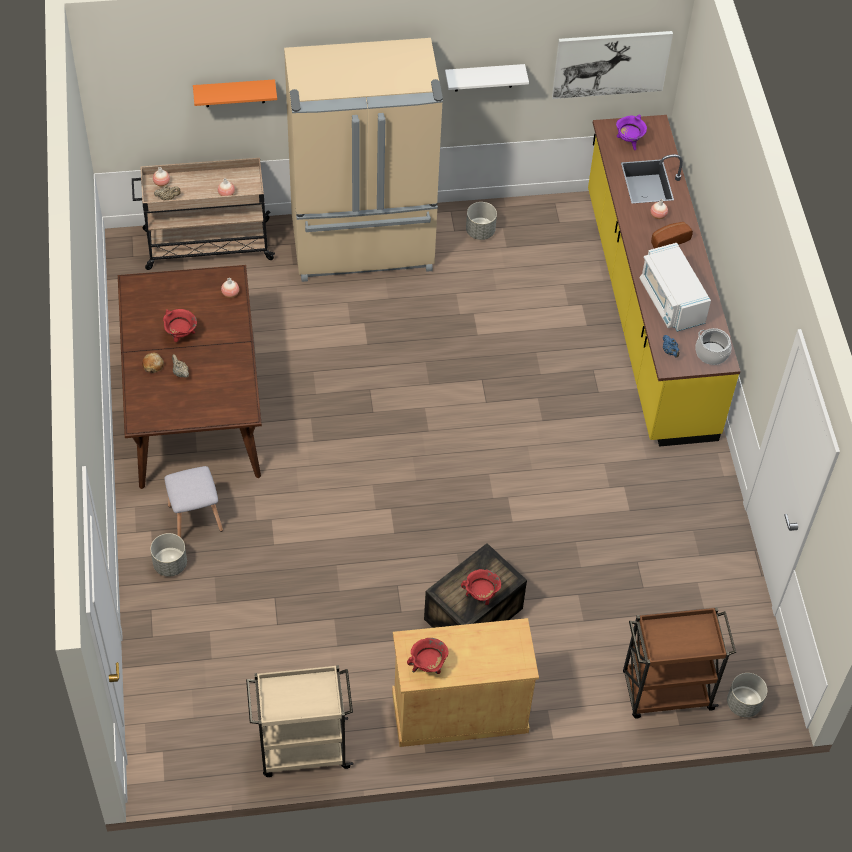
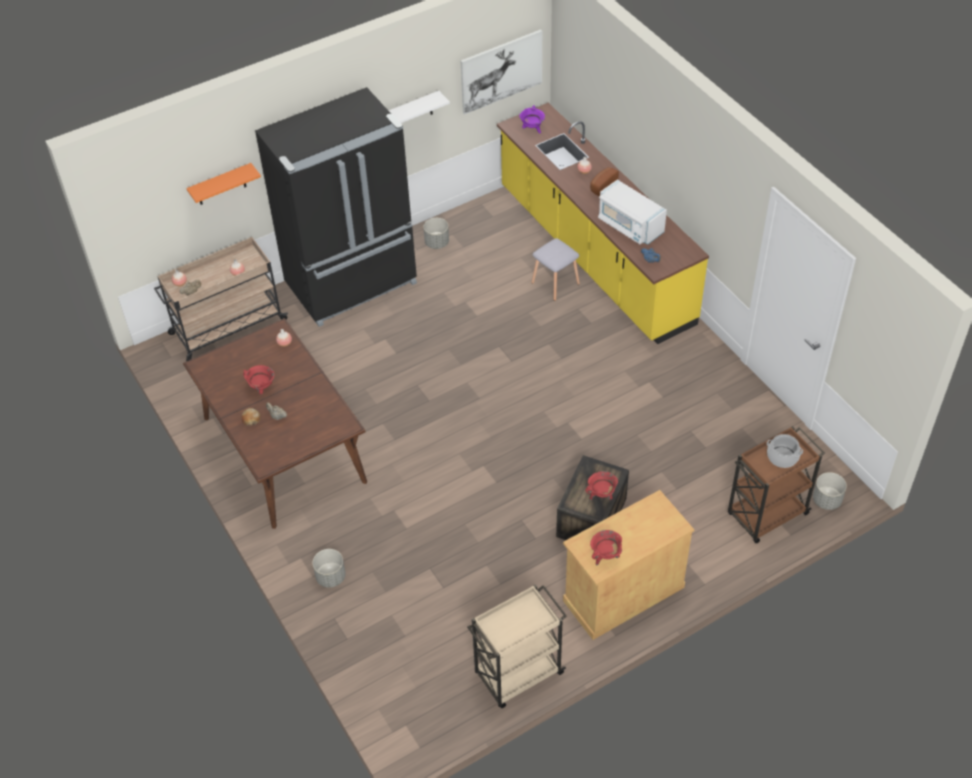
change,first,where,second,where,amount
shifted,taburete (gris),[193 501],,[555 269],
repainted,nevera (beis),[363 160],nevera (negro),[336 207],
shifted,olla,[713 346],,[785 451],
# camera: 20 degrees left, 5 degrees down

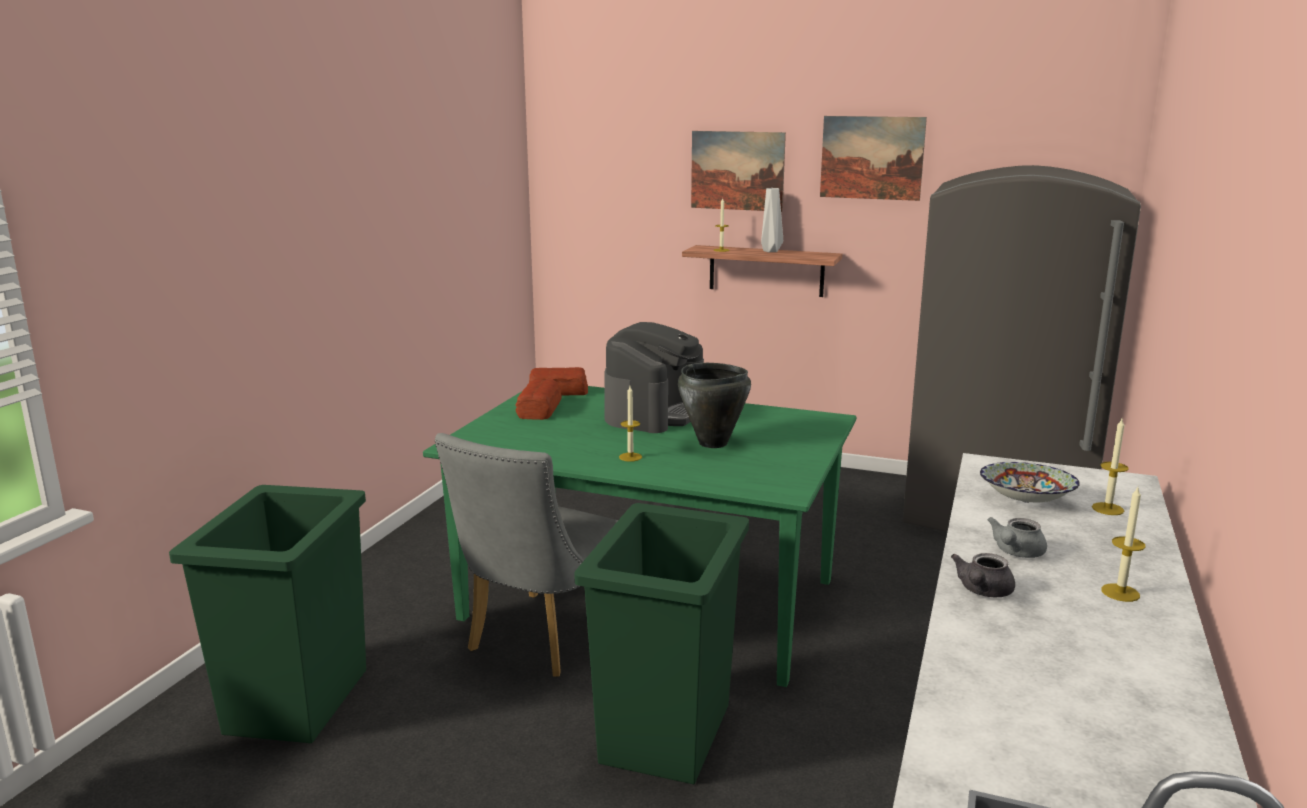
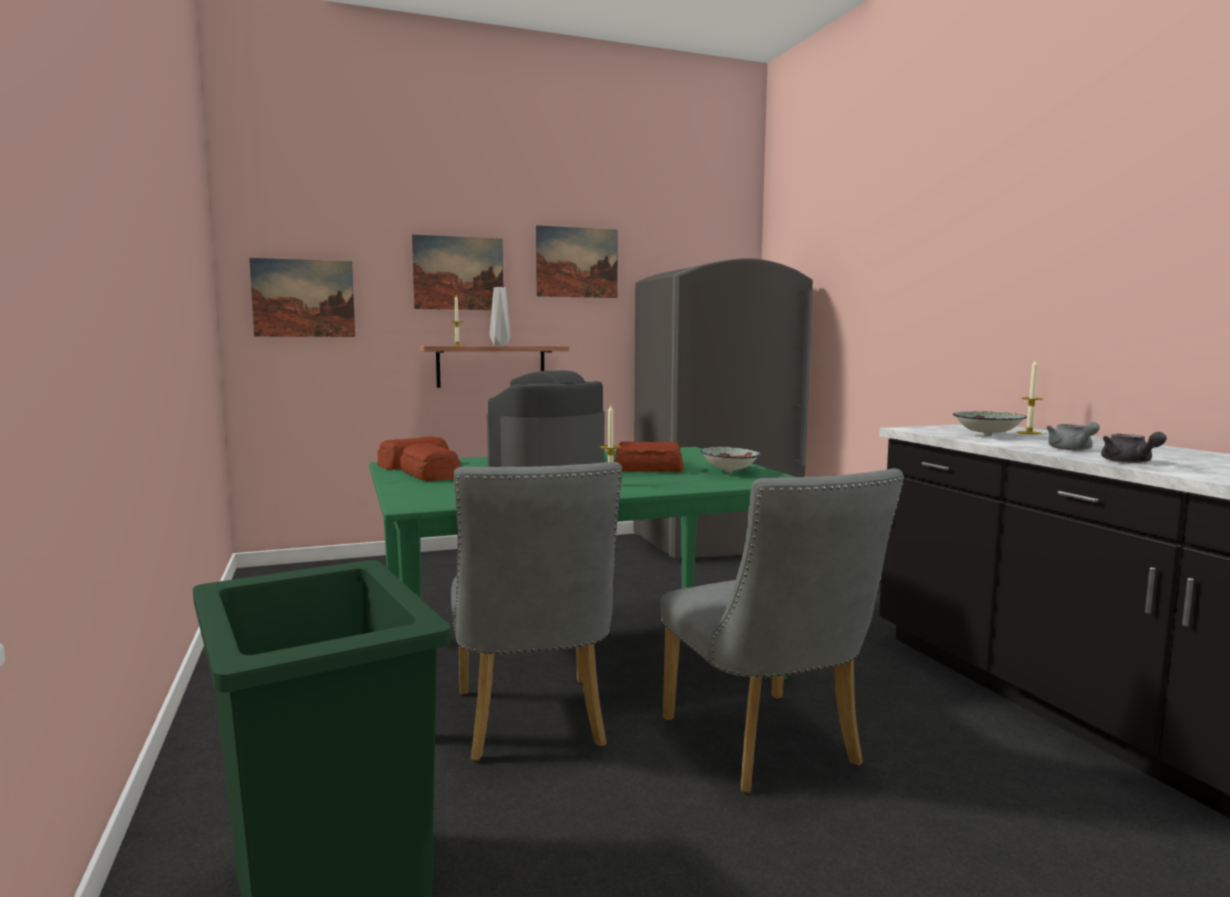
change,first,where,second,where,amount
swapped,papelera (verde),[661 643],silla (gris),[782 630],
rotated,cafetera,[654 377],,[546 418],120 degrees counterclockwise
swapped,olla (negro),[714 405],pan,[649 456],
gone,vela,[1123 544],,,
new,,,cuadro,[302 297],
new,,,cuenco,[730 459],
# camera: 40 degrees left, 10 degrees down

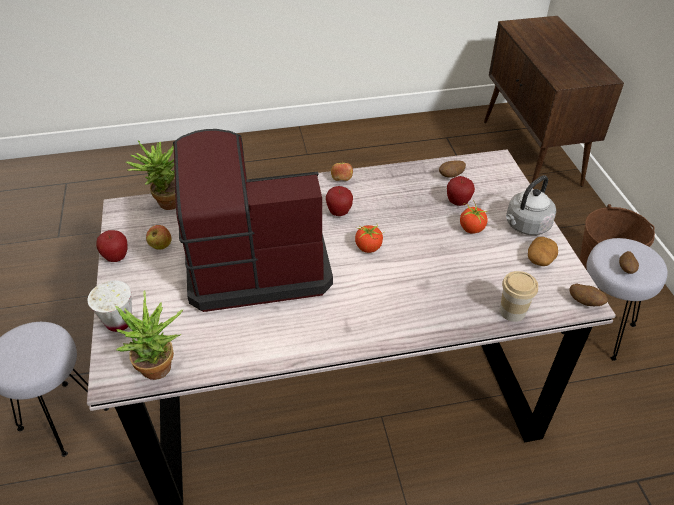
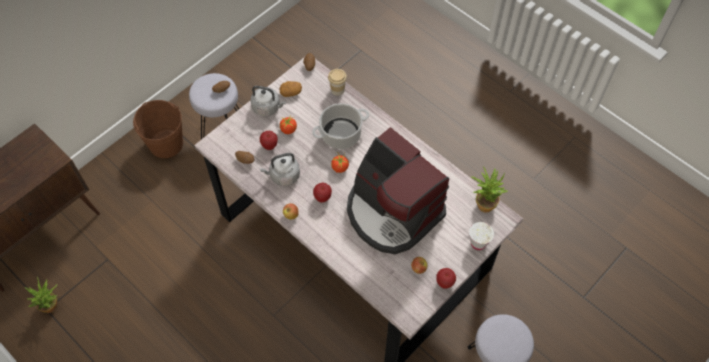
change,first,where,second,where,amount
shifted,planta en maceta,[151 175],,[41 295],
new,,,hervidor (gris),[280 169],
new,,,olla,[340 126],
# camera: 125 degrees left, 15 degrees up

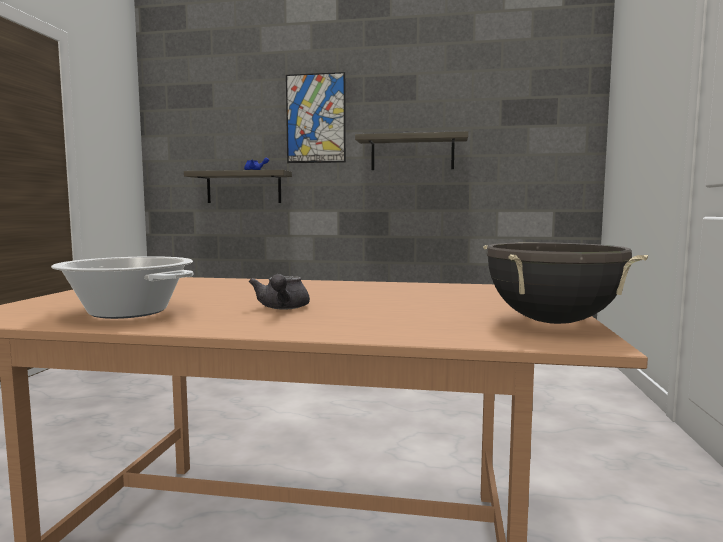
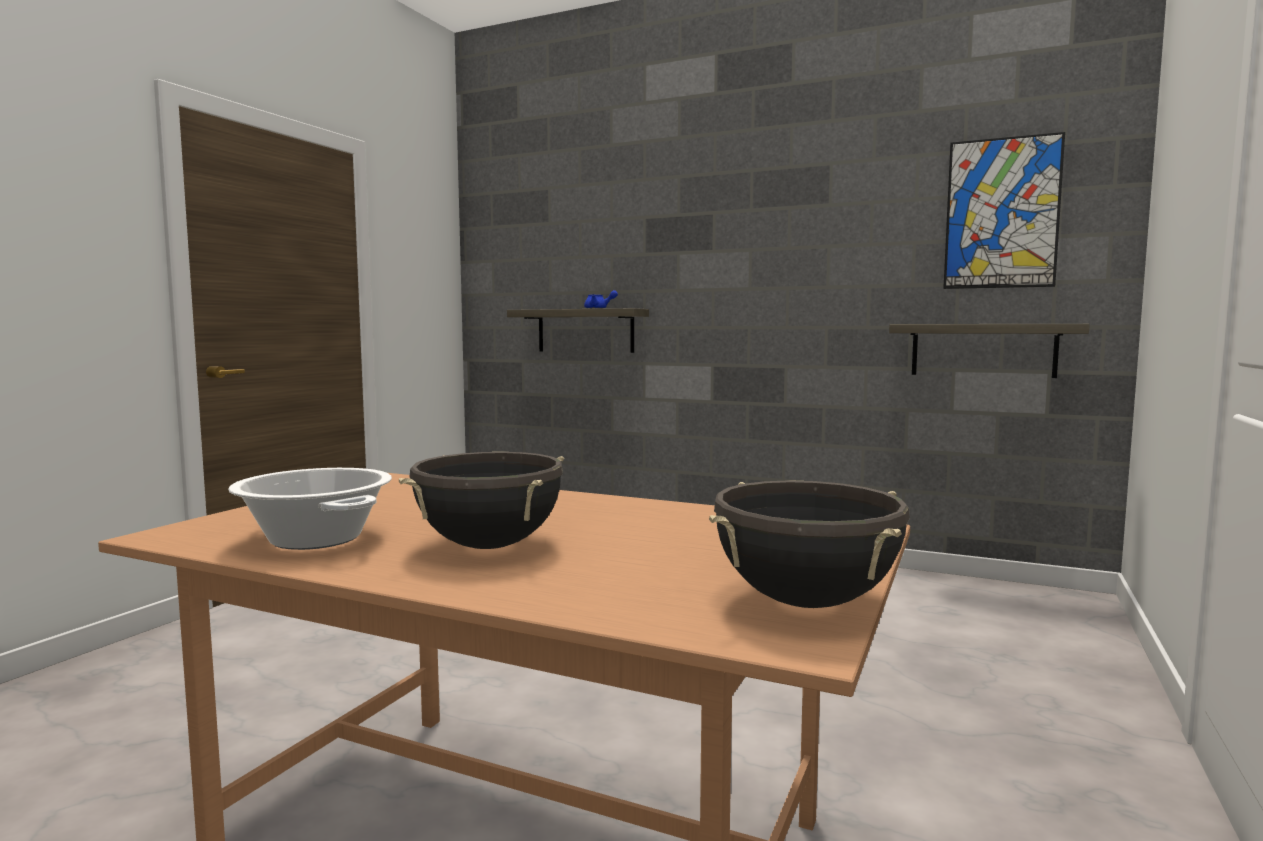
change,first,where,second,where,amount
swapped,tetera (gris),[279 292],olla (negro),[481 500],
shifted,cuadro,[316 117],,[1004 210],
shifted,estante,[411 150],,[989 351],
# camera: 15 degrees right, 0 degrees up

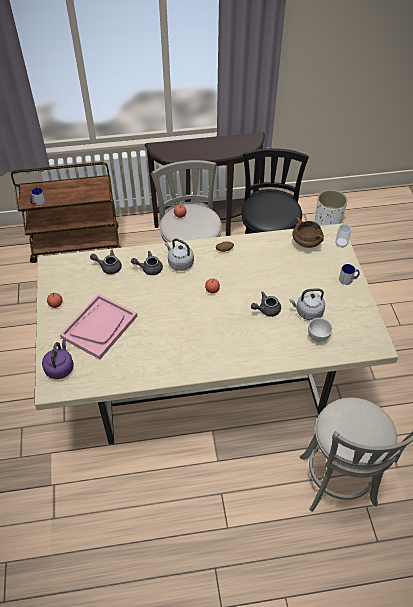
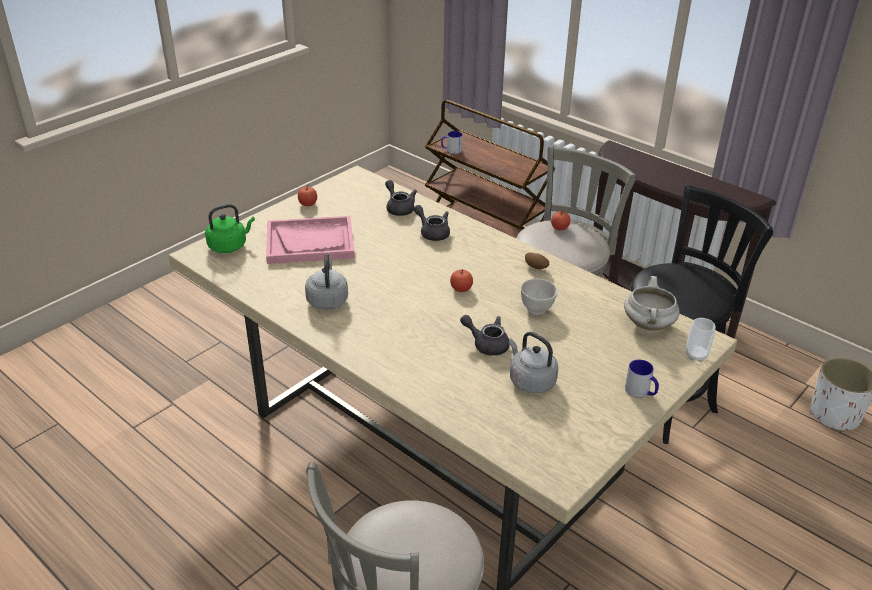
change,first,where,second,where,amount
repainted,hervidor (morado),[58 359],hervidor (verde),[230 228],
shifted,hervidor (gris),[179 254],,[326 282],
repainted,olla (marrón),[308 232],olla (blanco),[652 303],
shifted,cuenco (blanco),[320 330],,[539 297],
# camera: 50 degrees right, 15 degrees down

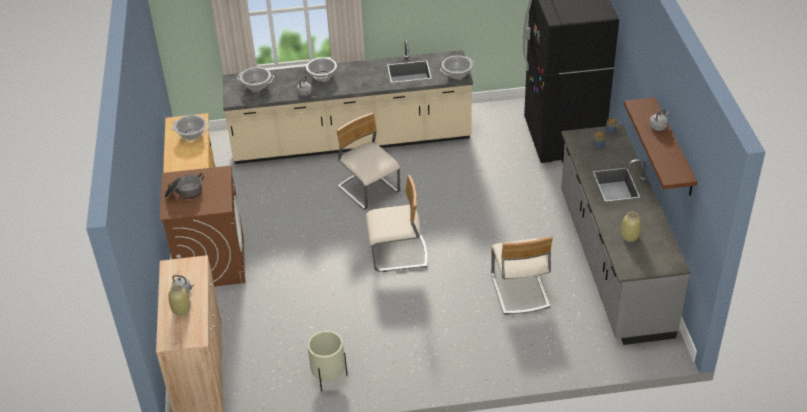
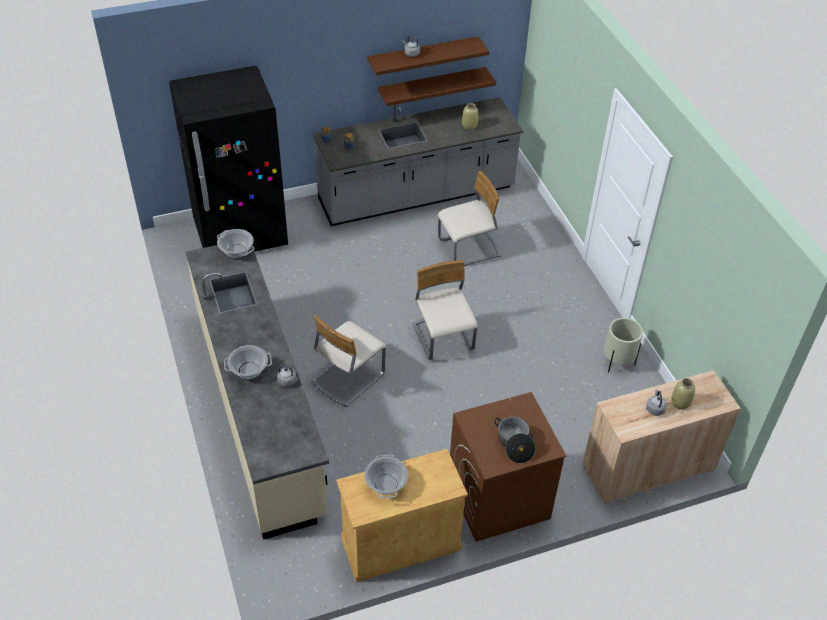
change,first,where,second,where,amount
gone,olla,[255 79],,,
new,,,estante (marrón),[437 86],
# camera: 105 degrees left, 5 degrees up

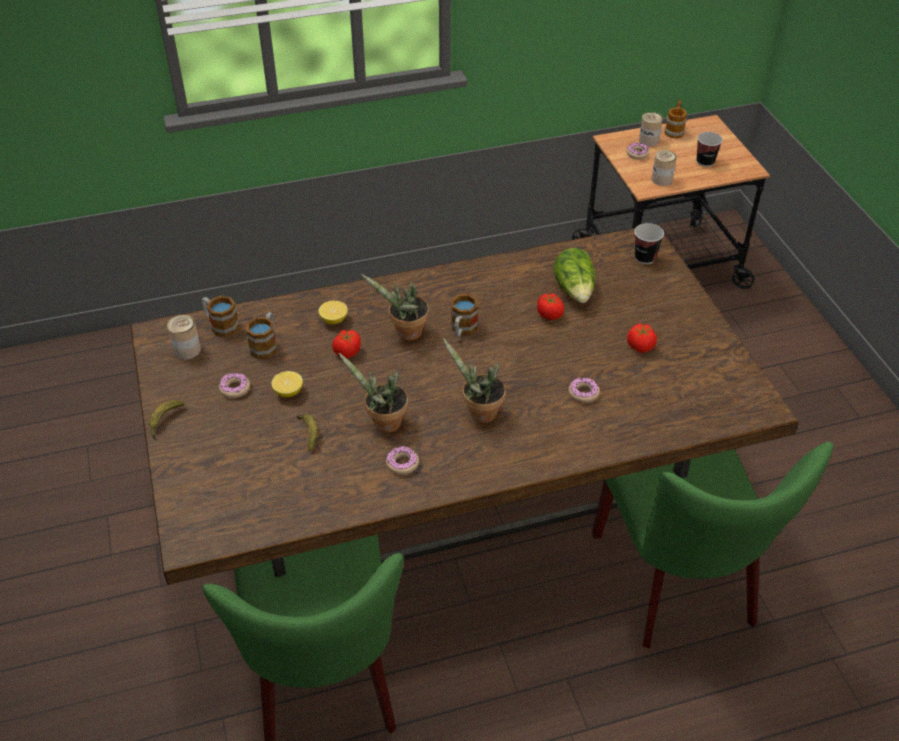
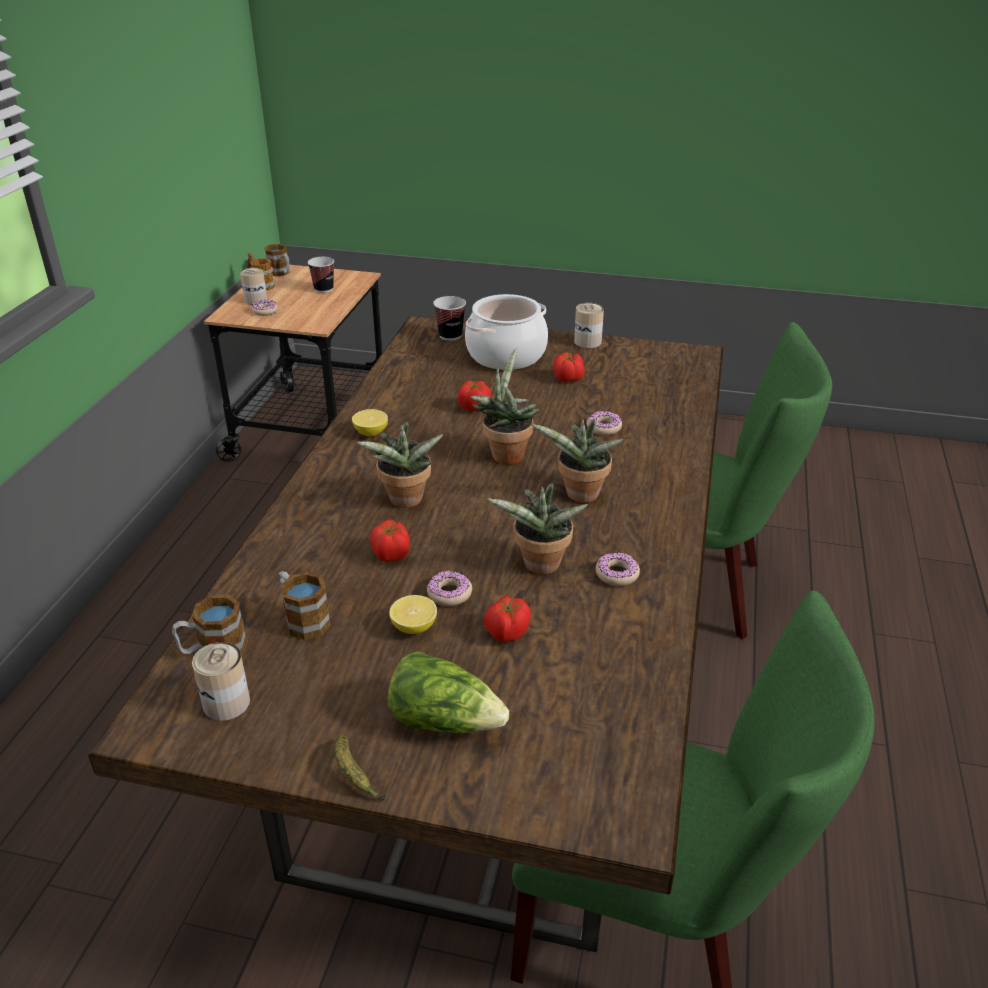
change,first,where,second,where,amount
shifted,rosquilla,[234 385],,[449 588],
swapped,plátano,[307 432],tomate,[507 618],
shifted,limón,[333 312],,[370 422],
shifted,taza grande,[464 315],,[277 260],
shifted,lechuga,[574 275],,[448 692],
shifted,lata,[664 168],,[589 325],
new,,,olla,[506 332],
new,,,planta en maceta,[505 406],
# camera: 60 degrees left, 10 degrees down

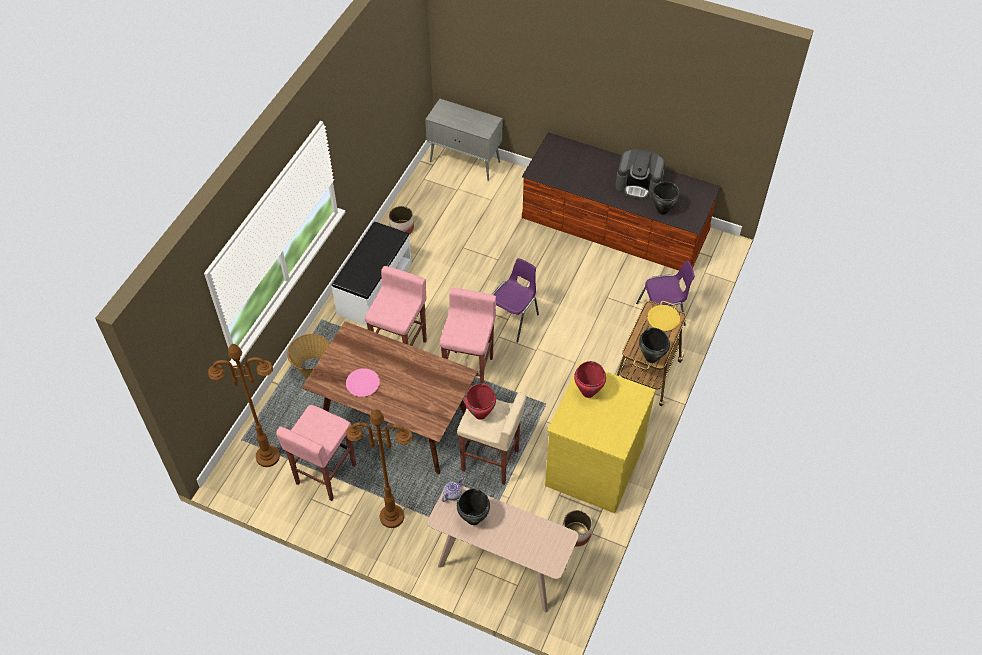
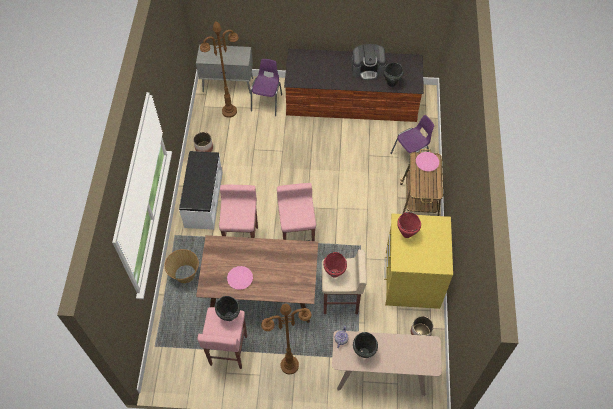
change,first,where,second,where,amount
shifted,lámpara de pie (marrón),[244 405],,[219 69],
shifted,silla (morado),[515 300],,[266 87],
shifted,olla (negro),[654 345],,[227 308],
repainted,plato (amarillo),[664 318],plato (rosa),[427 162],
# camera: 20 degrees left, 5 degrees up

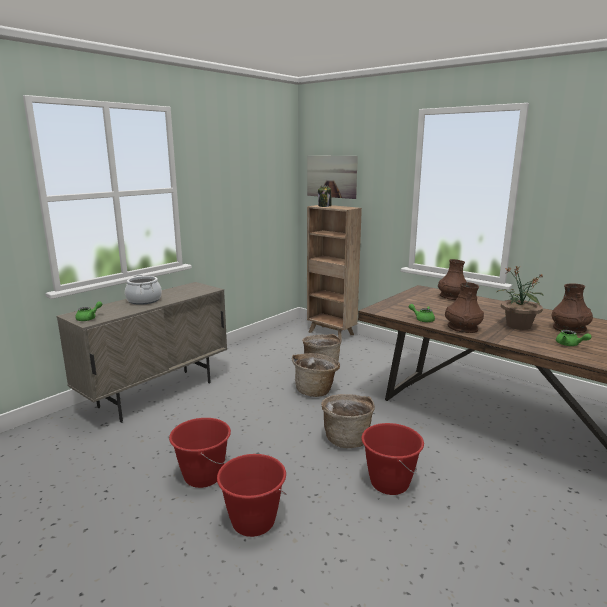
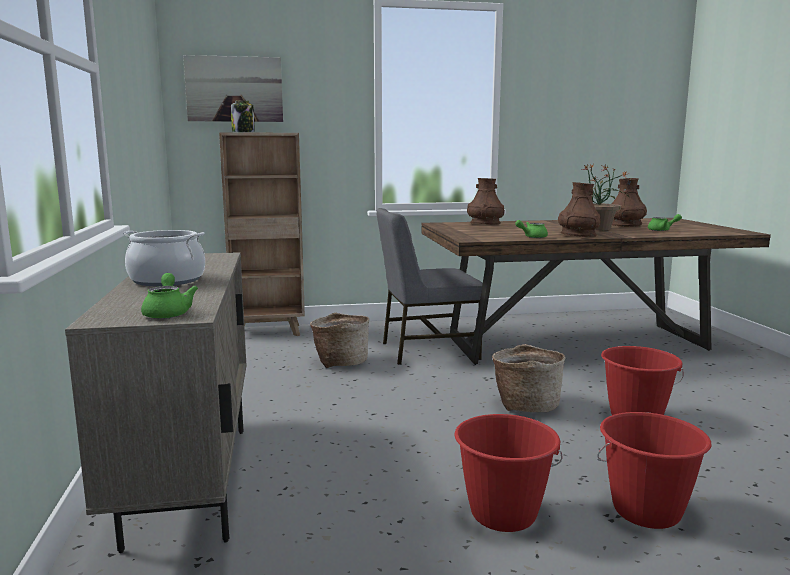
change,first,where,second,where,amount
gone,cesta,[316 375],,,
new,,,silla (gris),[429 286],
# camera: 50 degrees left, 5 degrees down

